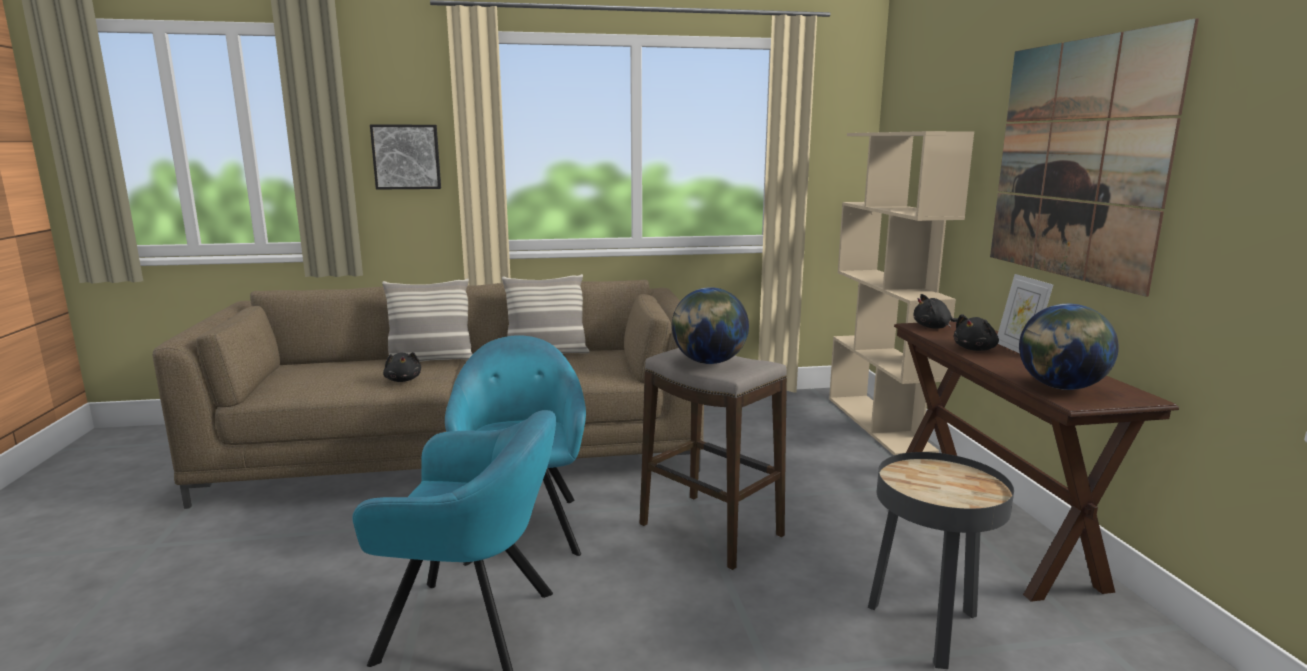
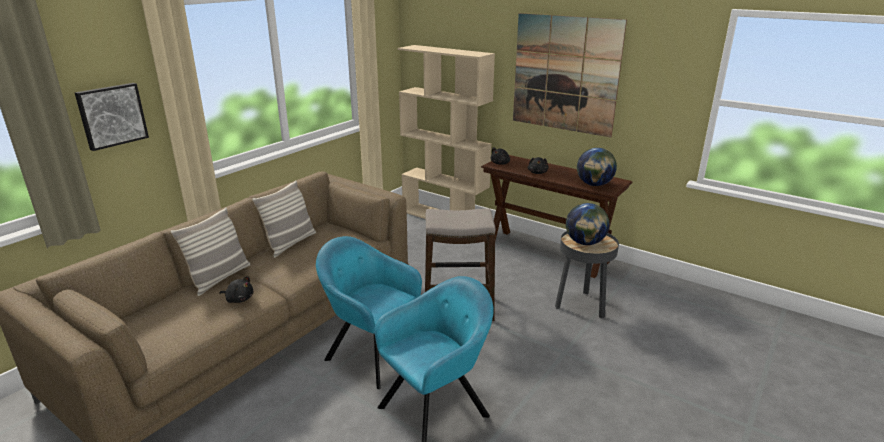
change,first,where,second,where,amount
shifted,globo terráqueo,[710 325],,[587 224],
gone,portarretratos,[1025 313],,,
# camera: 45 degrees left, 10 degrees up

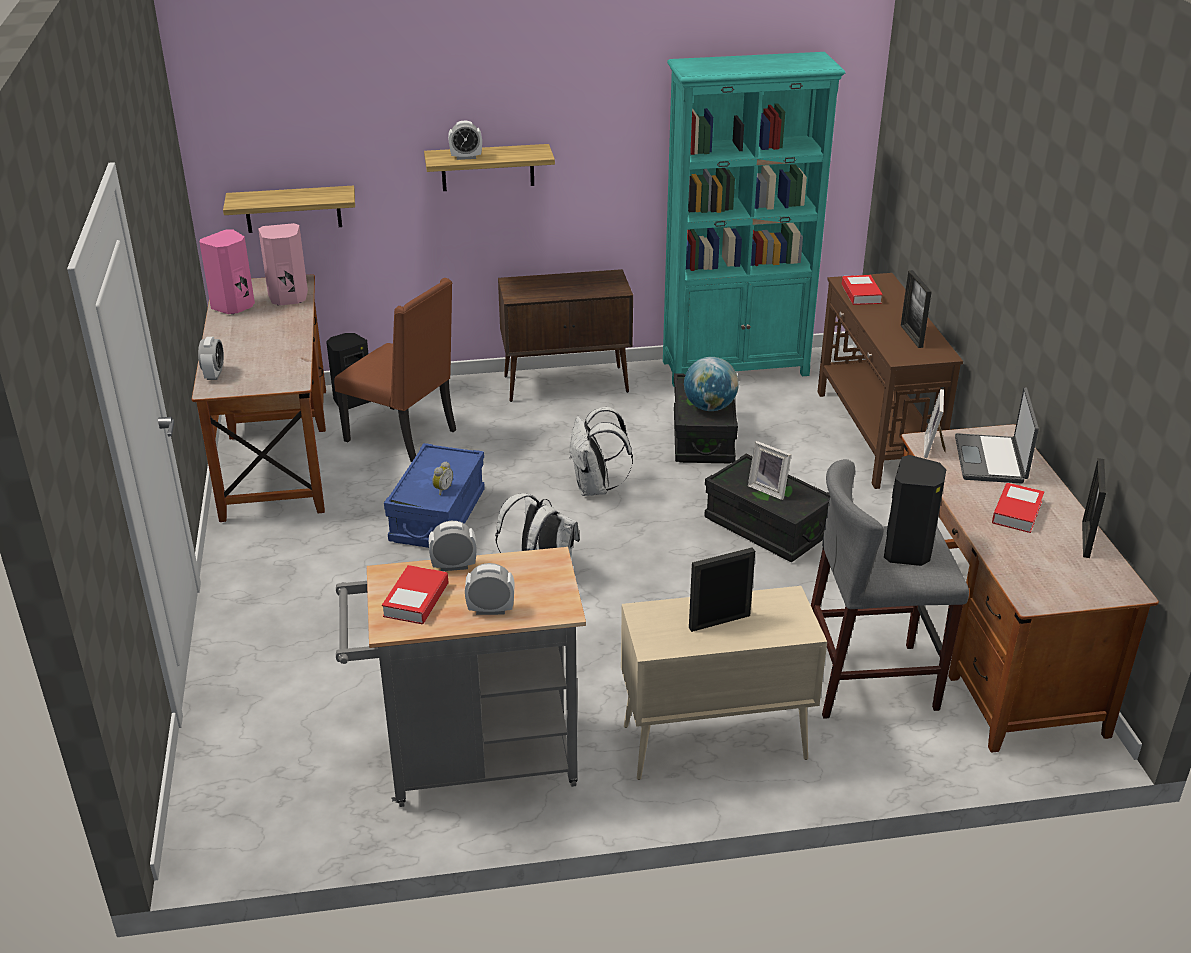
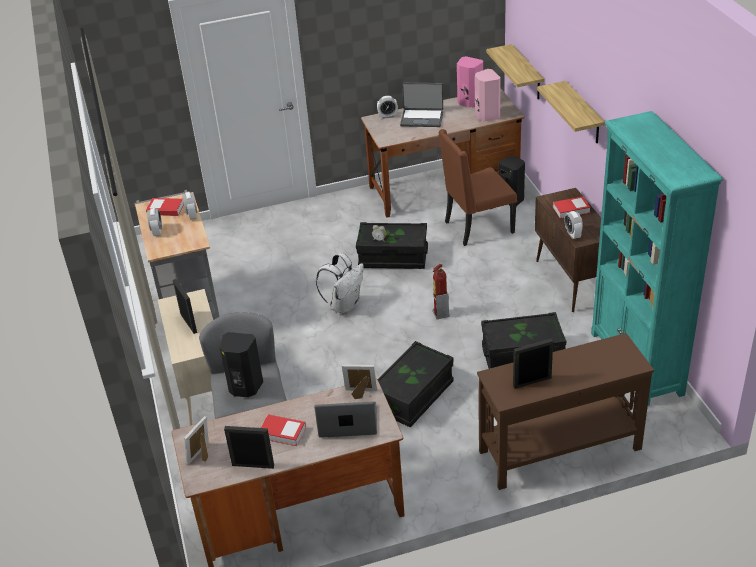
change,first,where,second,where,amount
rotated,silla (marrón),[395 370],,[477 187],45 degrees clockwise
repainted,caja de almacenaje (azul),[434 495],caja de almacenaje (negro),[392 245],
shifted,despertador,[465 140],,[573 225],
swapped,mochila (blanco),[601 451],extintor,[441 291],
gone,globo terráqueo,[711 384],,,
shifted,portarretratos,[770 470],,[196 440],
shifted,libro,[862 290],,[572 207],
new,,,portátil,[421 105],
# camera: 85 degrees right, 5 degrees up

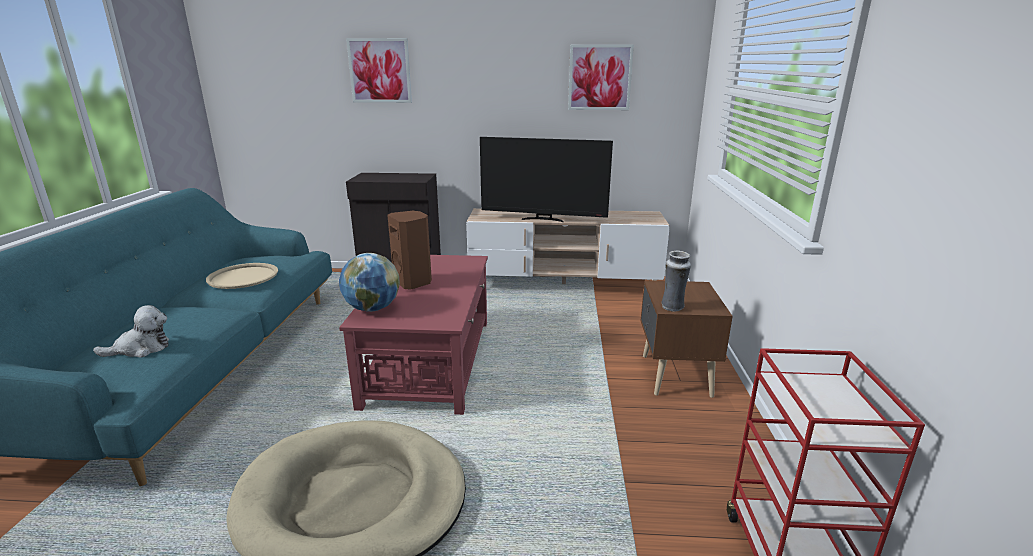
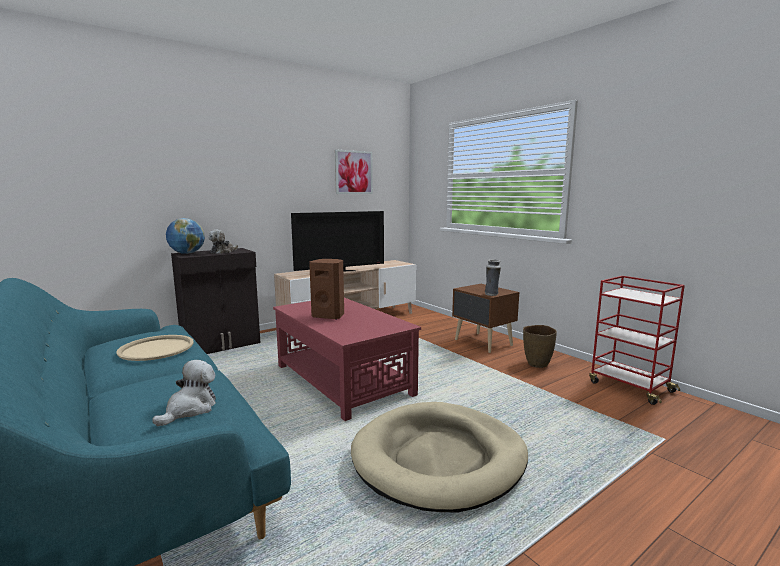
change,first,where,second,where,amount
shifted,globo terráqueo,[369 282],,[185 236],
gone,cuadro,[379 70],,,
new,,,peluche,[223 241],
new,,,florero (marrón),[540 346],
# camera: 40 degrees left, 10 degrees down

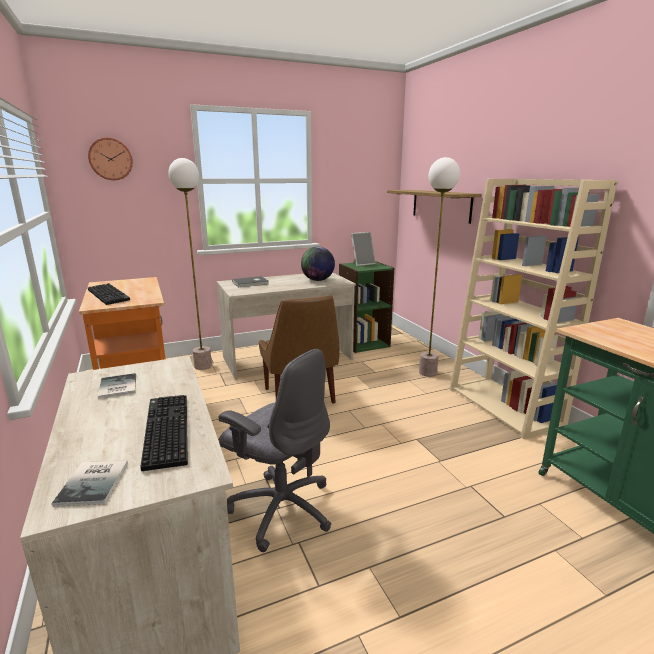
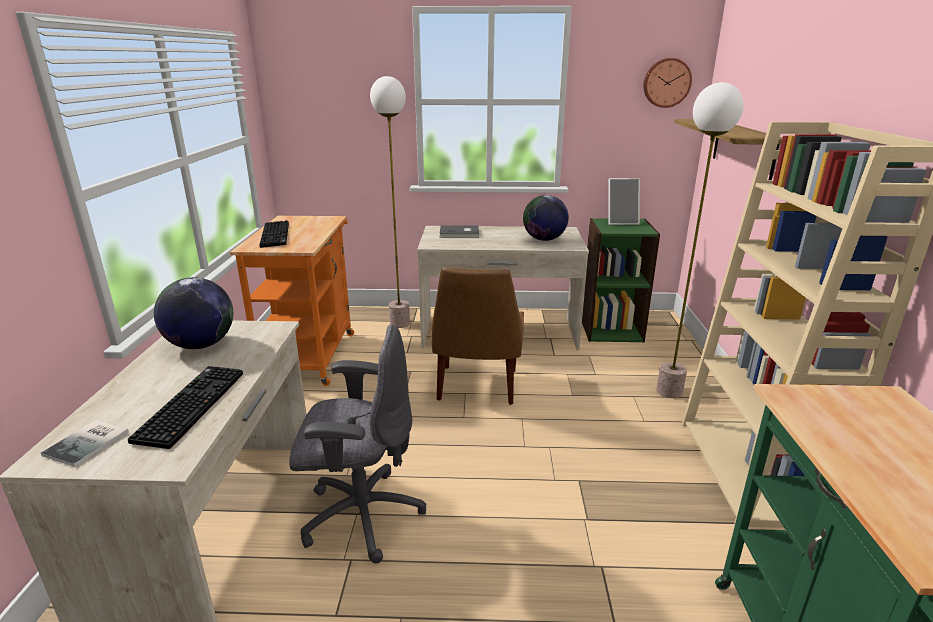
change,first,where,second,where,amount
shifted,reloj de pared,[110 159],,[668 83],
swapped,libro,[117 386],globo terráqueo,[193 313],
rotated,silla de oficina (gris),[275 450],,[357 444],60 degrees counterclockwise
# camera: 25 degrees right, 5 degrees up

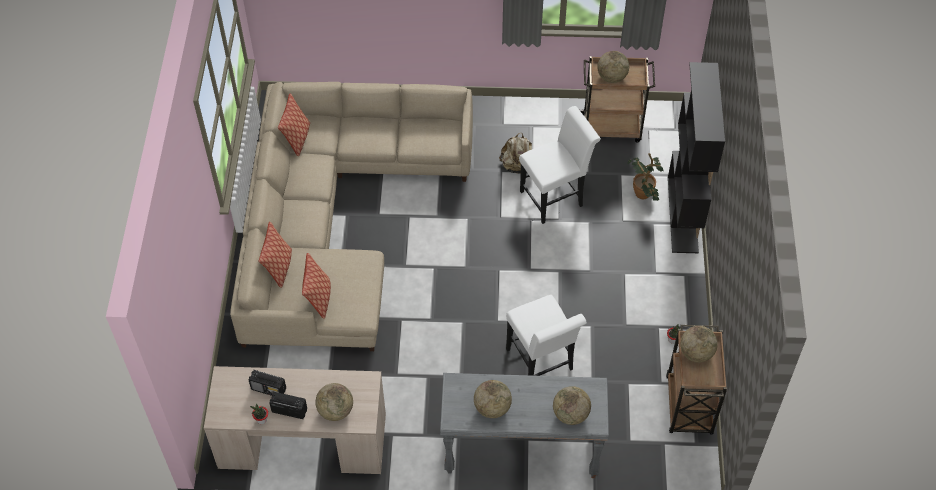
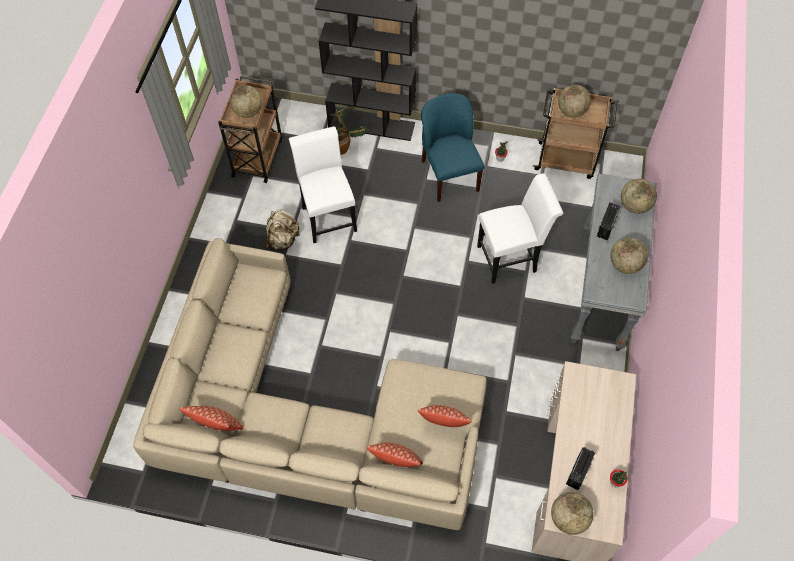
change,first,where,second,where,amount
shifted,radio,[288 405],,[609 221],
shifted,globo terráqueo,[334 402],,[572 513],
new,,,silla (azul),[452 147],
# camera: 80 degrees left, 5 degrees up

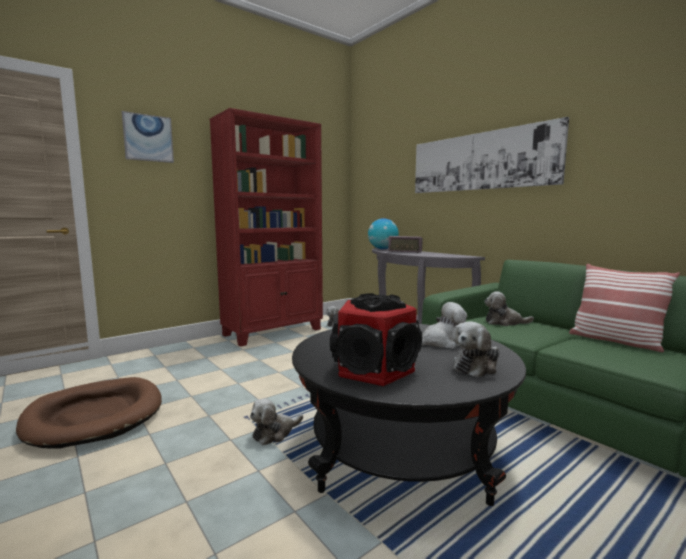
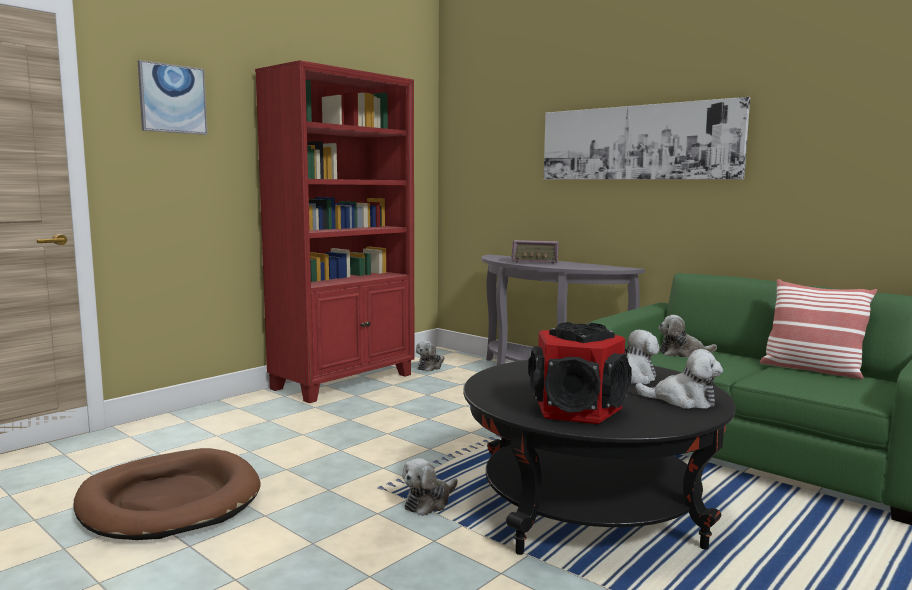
change,first,where,second,where,amount
gone,globo terráqueo,[383 233],,,
rotated,peluche,[476 349],,[679 379],105 degrees counterclockwise
# camera: 10 degrees left, 0 degrees up

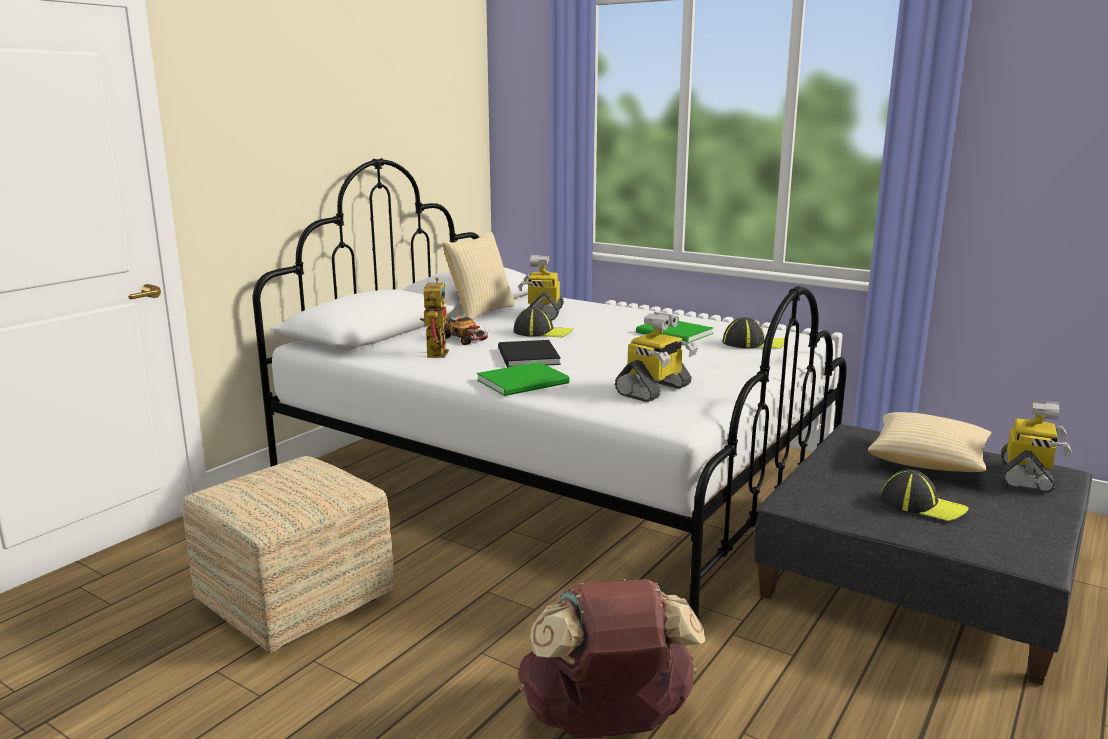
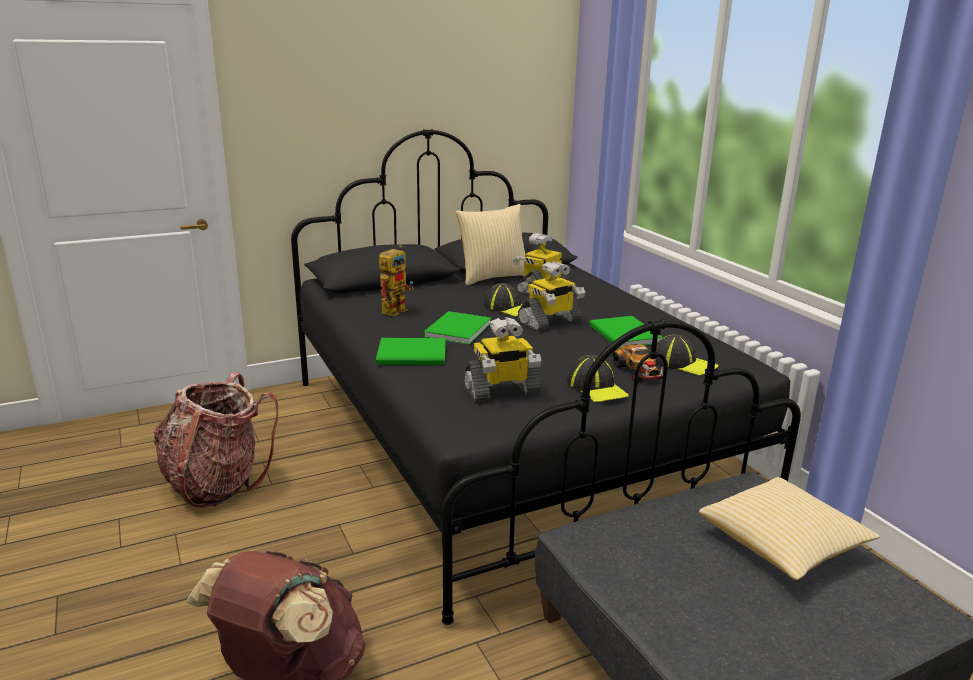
change,first,where,second,where,amount
swapped,puf,[288 555],mochila,[215 440],
repainted,cama (blanco),[549 388],cama (negro),[546 377],
shifted,coche de juguete,[467 330],,[640 363],
repainted,libro (negro),[529 353],libro (verde),[457 328],
shifted,gorra,[924 495],,[598 378],
shifted,robot de juguete,[1036 446],,[551 296],
# camera: 30 degrees right, 5 degrees up

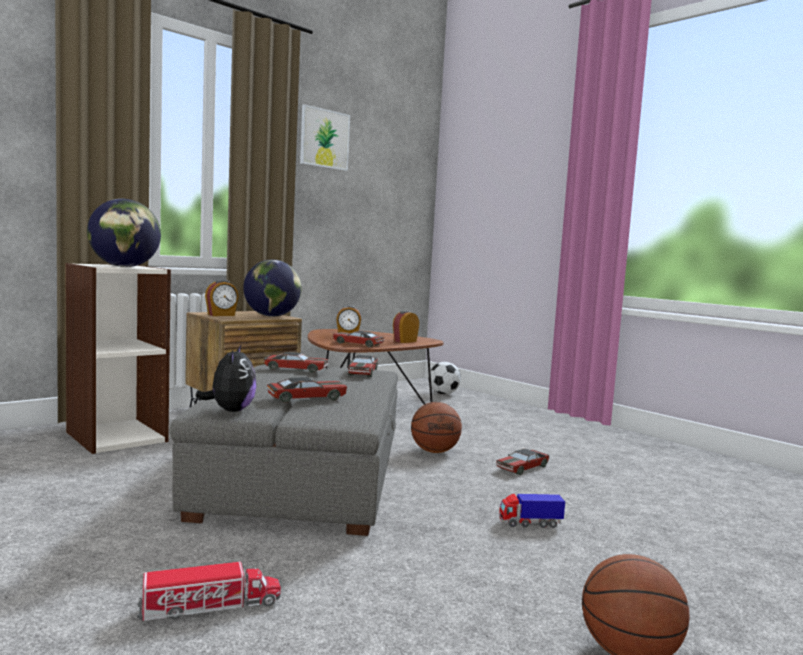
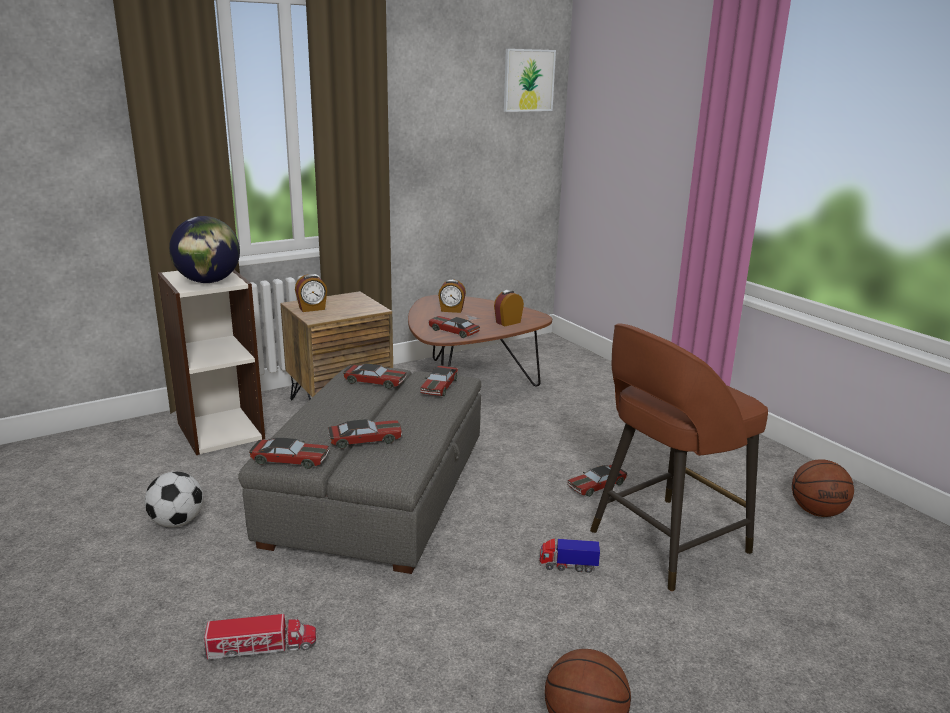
change,first,where,second,where,amount
swapped,peluche,[226 378],coche de juguete,[289 453],
gone,globo terráqueo,[272 288],,,
shifted,cuadro,[325 137],,[530 80],
shifted,balón de baloncesto,[436 427],,[823 488],
shifted,balón de fútbol,[444 378],,[173 499],
new,,,taburete (marrón),[679 457],
# camera: 10 degrees right, 15 degrees up

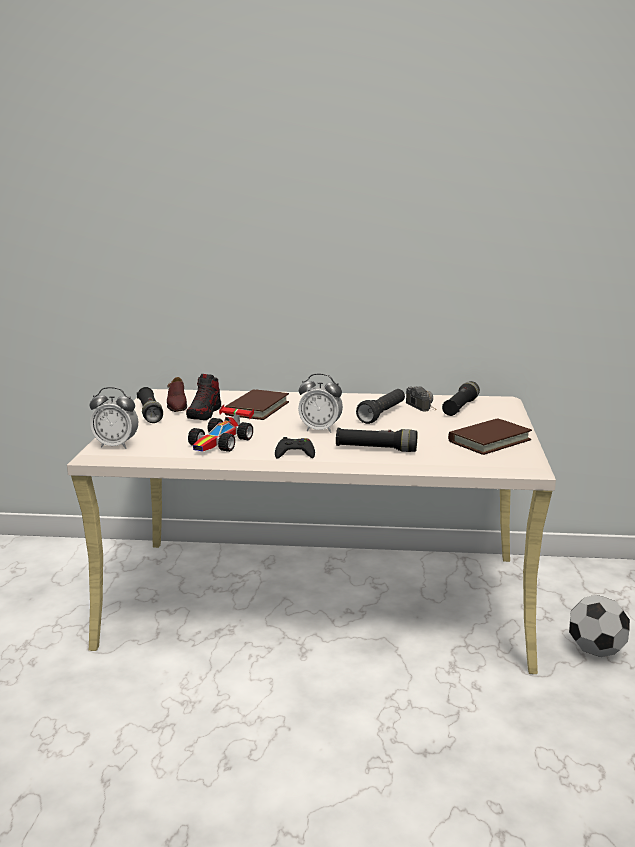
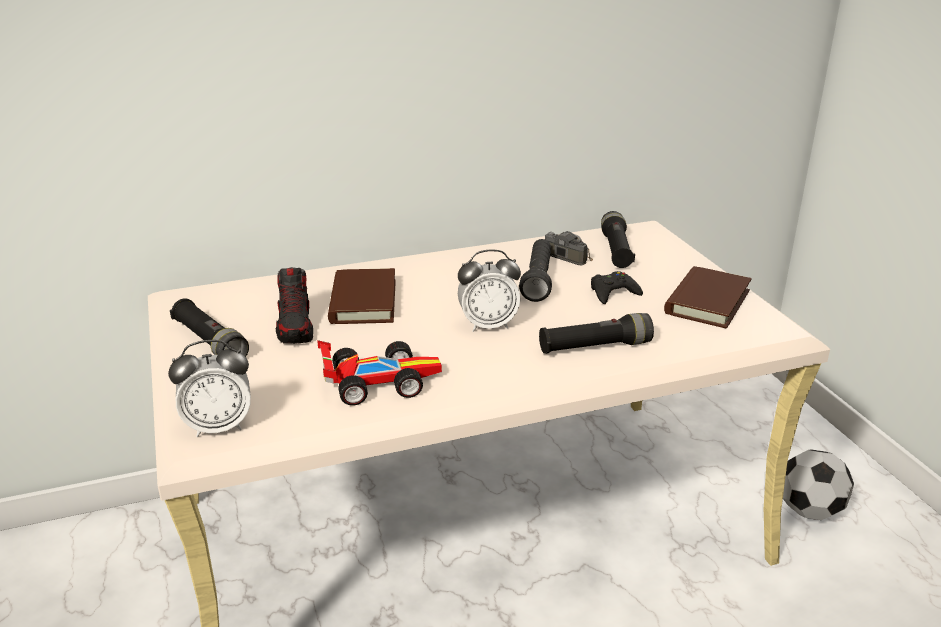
change,first,where,second,where,amount
gone,zapato (marrón),[177 394],,,
rotated,coche de juguete,[221 428],,[379 373],105 degrees counterclockwise
shifted,mando de consola (negro),[295 448],,[617 287],
# camera: 25 degrees left, 10 degrees up

